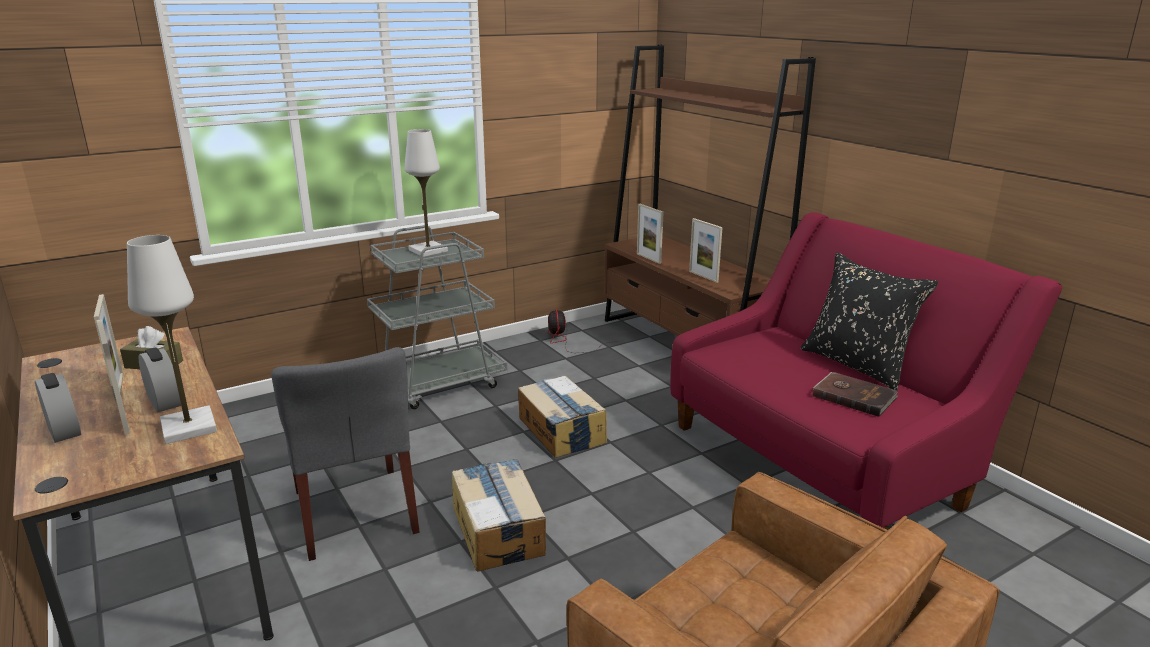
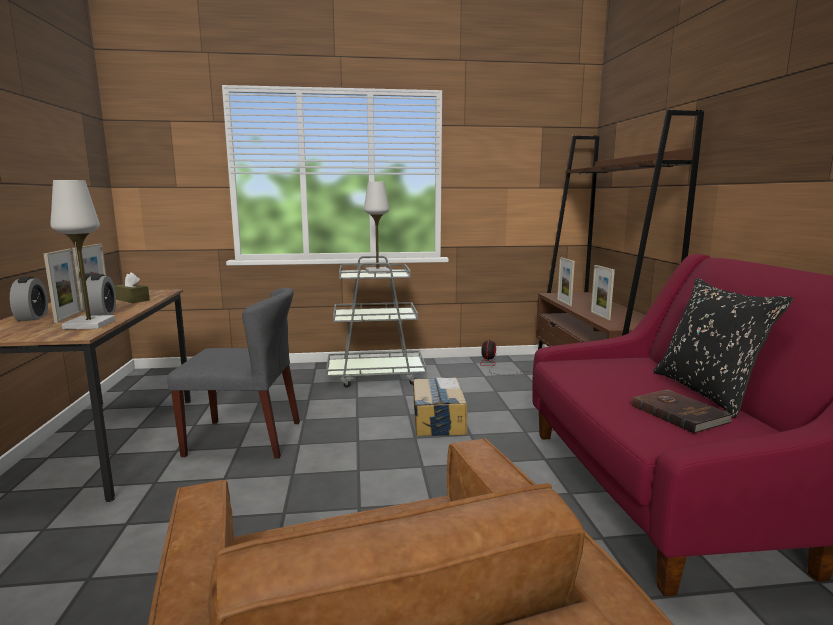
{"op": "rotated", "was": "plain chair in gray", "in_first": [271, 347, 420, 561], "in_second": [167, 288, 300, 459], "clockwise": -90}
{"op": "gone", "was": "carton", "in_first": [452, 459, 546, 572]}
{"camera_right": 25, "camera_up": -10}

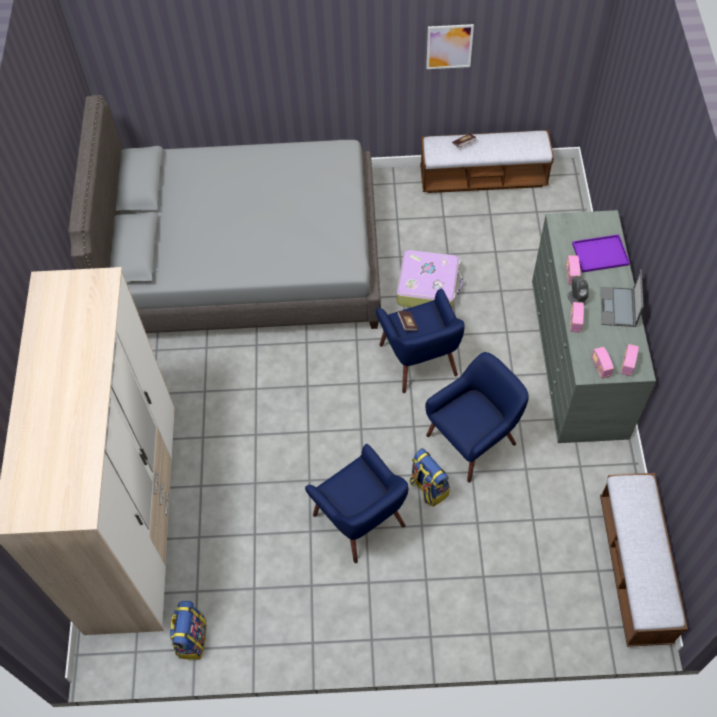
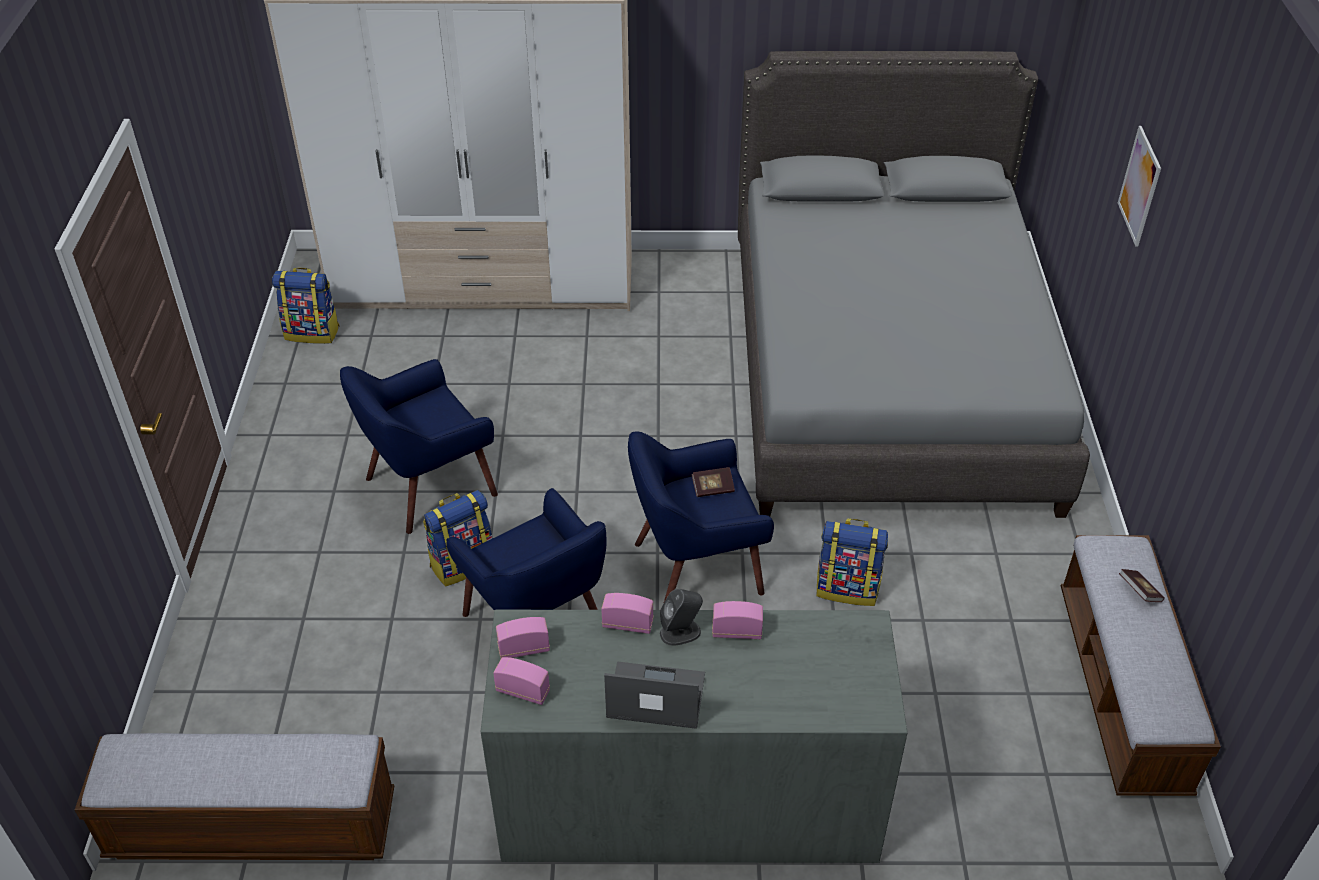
{"op": "swapped", "was": "travel case", "now": "knapsack", "in_first": [397, 250, 464, 309], "in_second": [817, 518, 888, 606]}
{"op": "shifted", "was": "wall picture", "in_first": [426, 24, 474, 69], "in_second": [1118, 126, 1161, 247]}
{"op": "gone", "was": "carrying tray in purple", "in_first": [572, 234, 630, 273]}
{"camera_right": 90, "camera_up": -15}

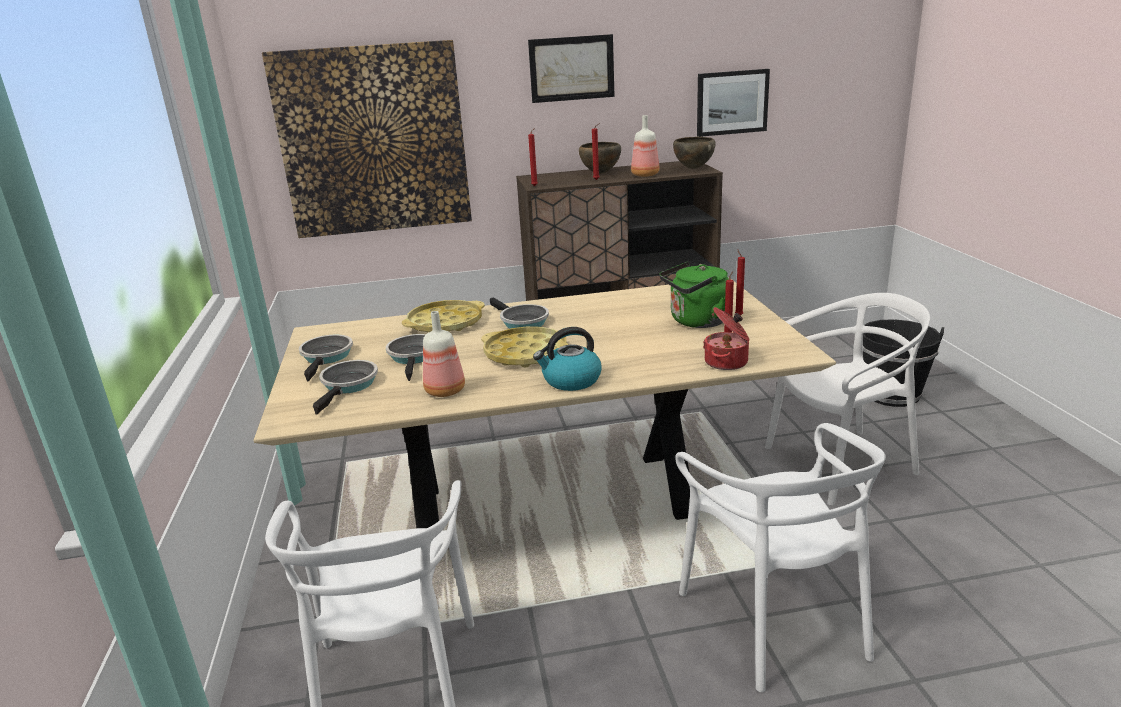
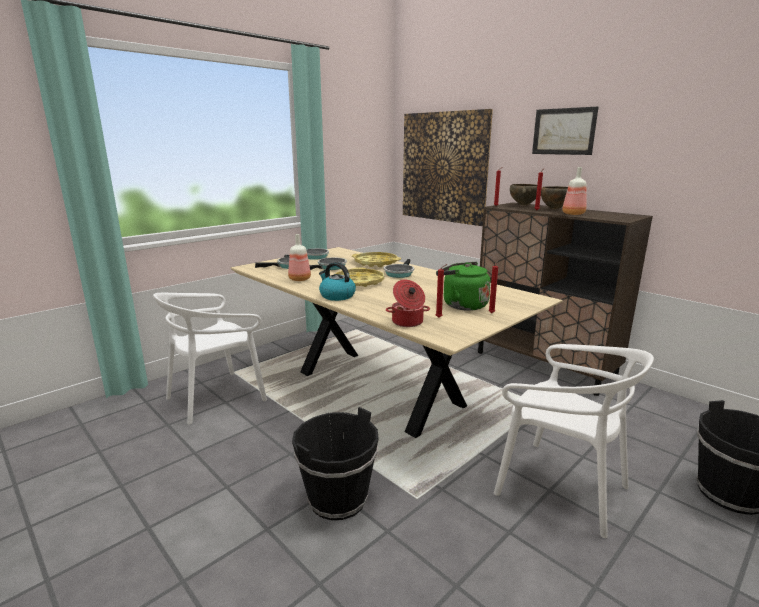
{"op": "shifted", "was": "serving bowl in brownish", "in_first": [673, 137, 716, 169], "in_second": [510, 184, 537, 206]}
{"op": "swapped", "was": "plain chair in whitish", "now": "pail in black-coloured", "in_first": [675, 423, 886, 692], "in_second": [292, 407, 379, 520]}
{"op": "gone", "was": "wall picture", "in_first": [697, 69, 770, 137]}
{"camera_right": 55, "camera_up": -5}

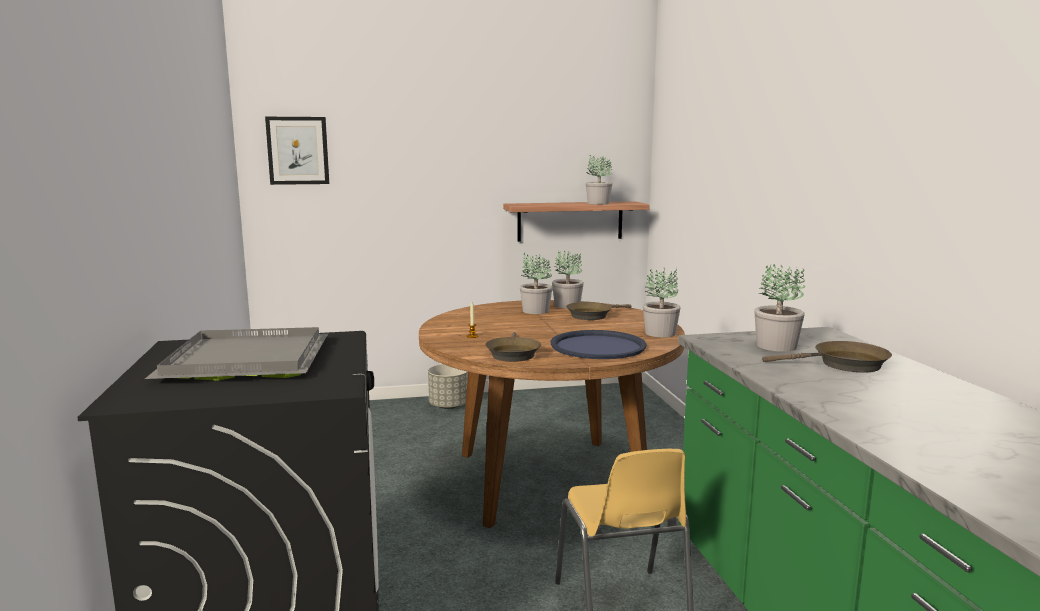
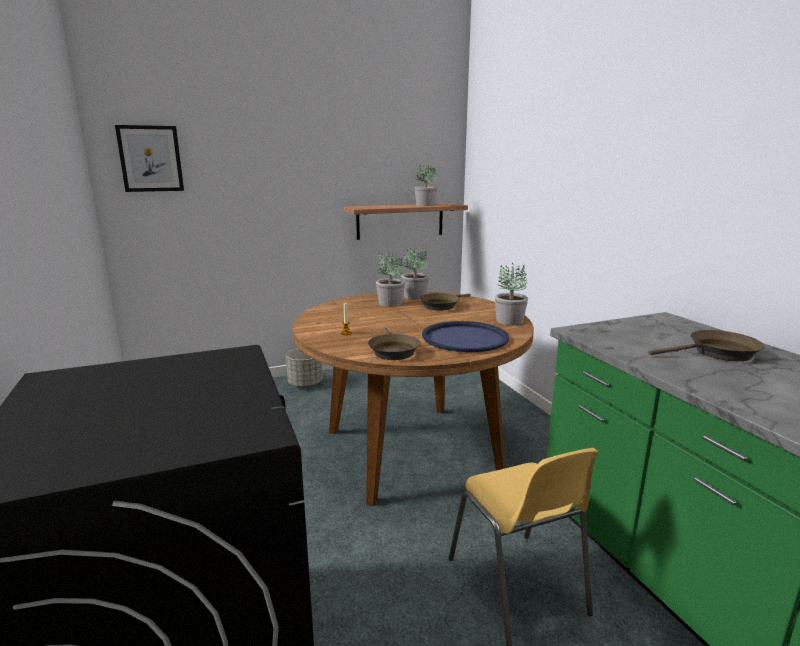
{"op": "gone", "was": "carrying tray in gray", "in_first": [145, 327, 328, 381]}
{"op": "gone", "was": "plant in a pot", "in_first": [754, 263, 805, 352]}
{"camera_right": -10, "camera_up": 5}

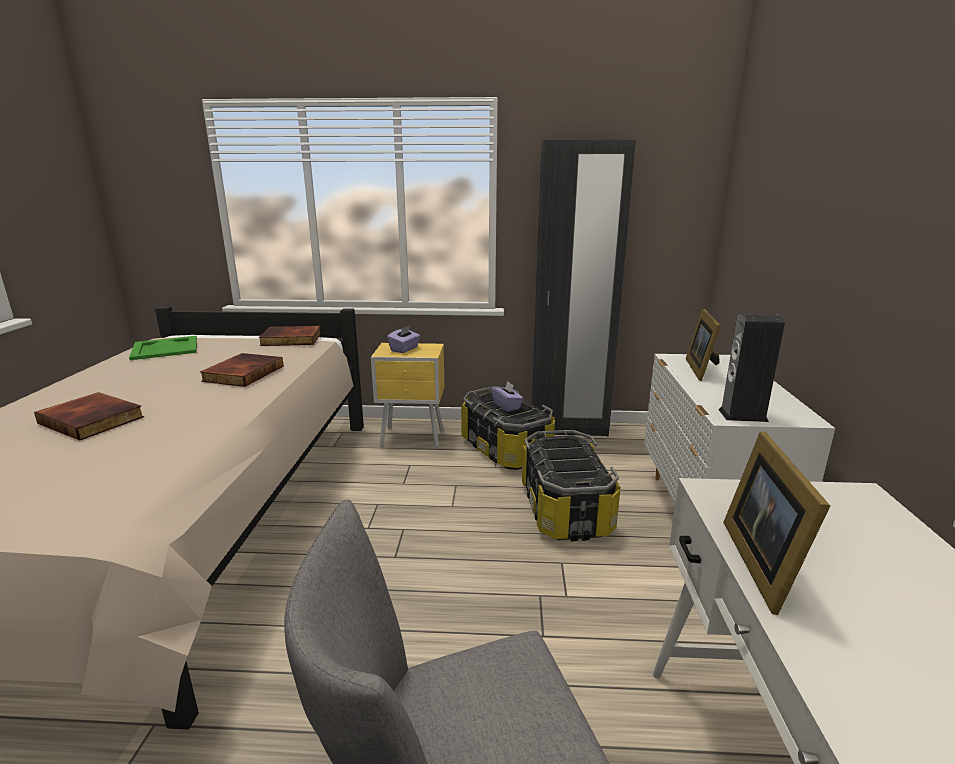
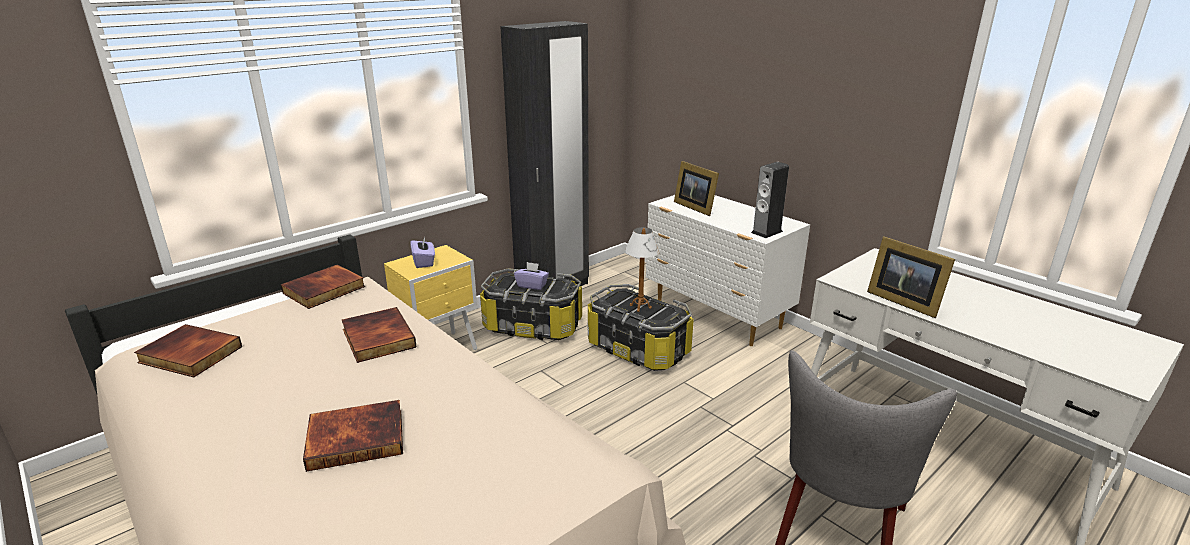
{"op": "swapped", "was": "carrying tray in green-coloured", "now": "bound book", "in_first": [129, 336, 197, 360], "in_second": [134, 324, 242, 377]}
{"op": "new", "now": "tabletop lamp", "in_second": [625, 227, 660, 312]}
{"camera_right": -45, "camera_up": 5}

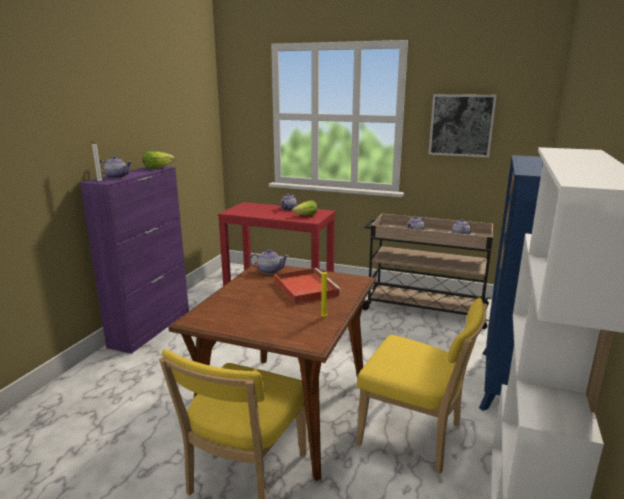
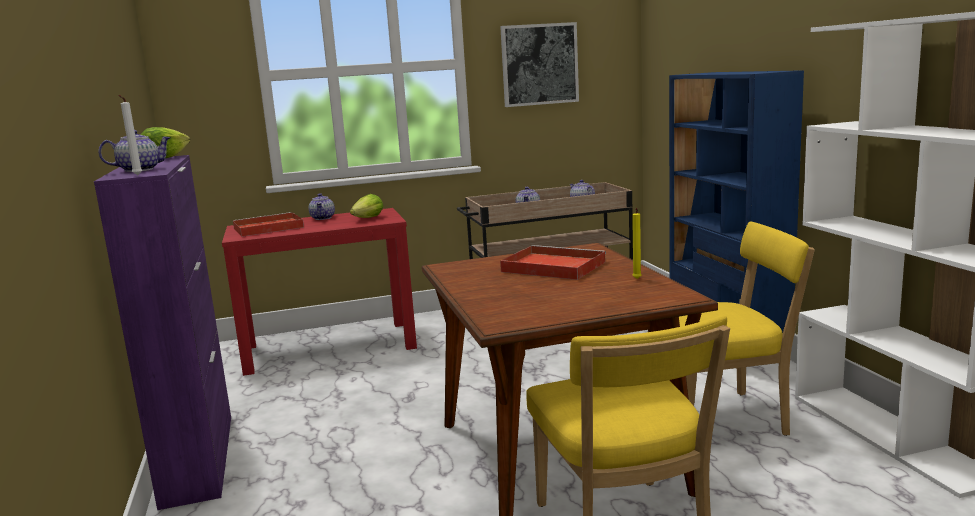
{"op": "gone", "was": "tea pot", "in_first": [250, 249, 289, 274]}
{"op": "new", "now": "carrying tray in reddish", "in_second": [233, 212, 304, 237]}
{"camera_right": -35, "camera_up": -5}

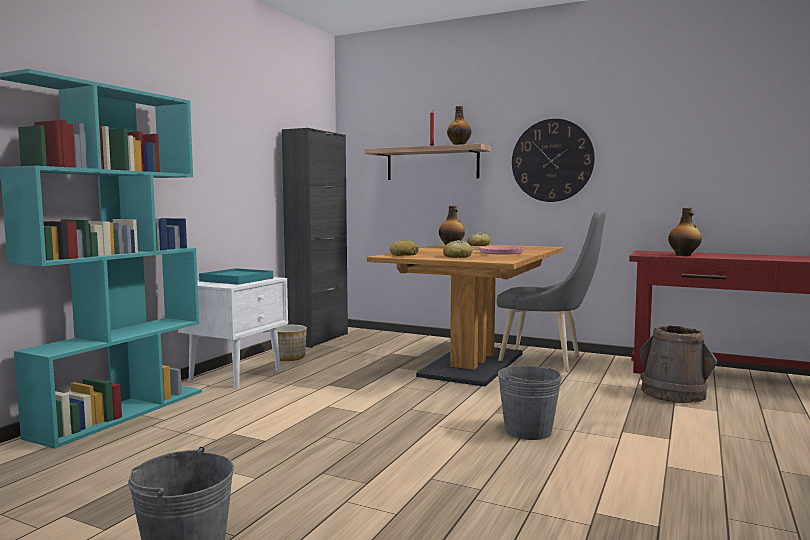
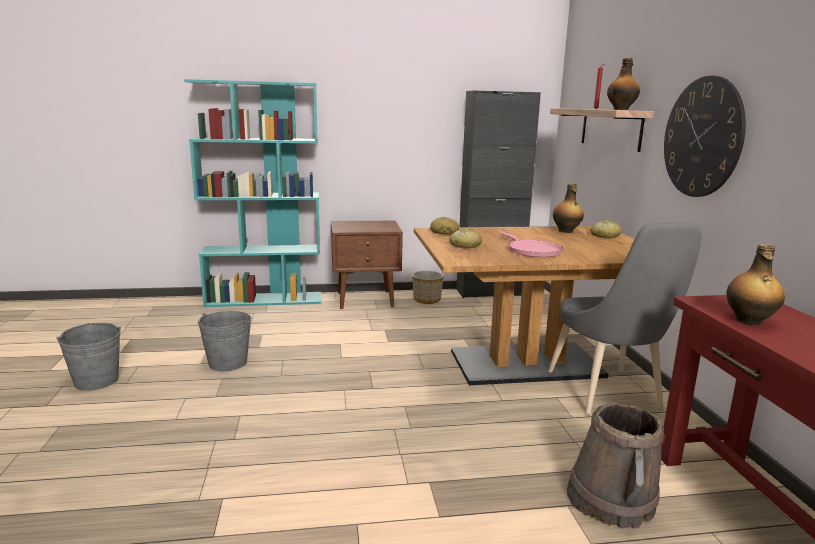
{"op": "repainted", "was": "nightstand in whitish", "now": "nightstand in brownish", "in_first": [178, 277, 288, 388], "in_second": [331, 221, 403, 309]}
{"op": "gone", "was": "carrying tray in turquoise", "in_first": [199, 268, 273, 285]}
{"op": "shifted", "was": "pail in gray", "in_first": [498, 365, 562, 440], "in_second": [198, 311, 251, 371]}
{"camera_right": 55, "camera_up": 10}

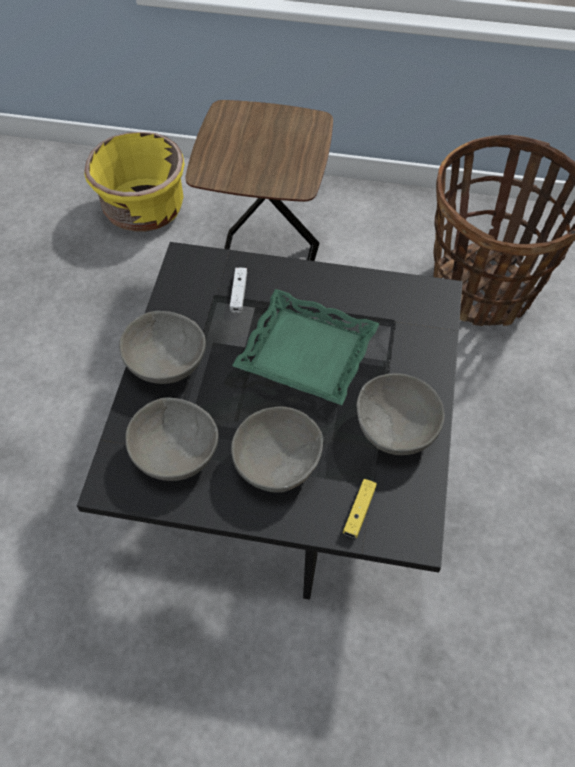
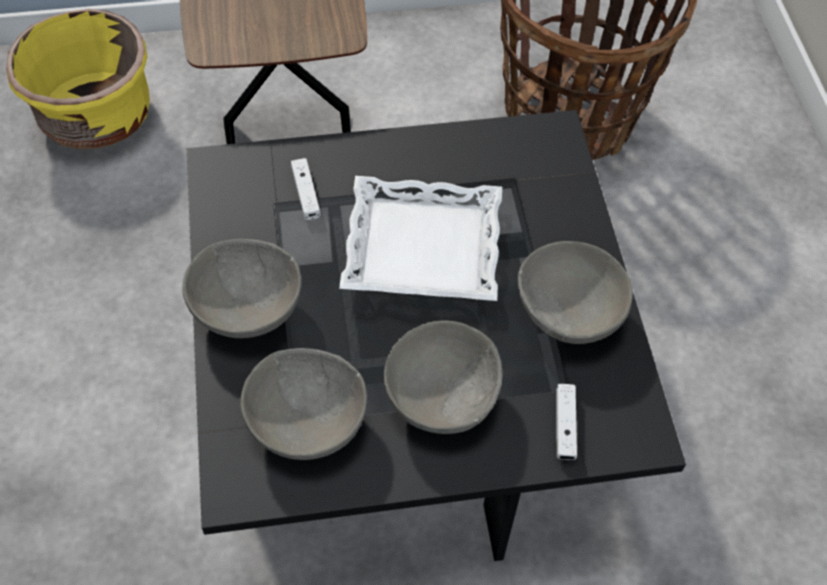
{"op": "repainted", "was": "carrying tray in green-coloured", "now": "carrying tray in whitish", "in_first": [232, 289, 380, 405], "in_second": [339, 176, 502, 301]}
{"op": "repainted", "was": "joypad in yellow", "now": "joypad in whitish", "in_first": [343, 479, 377, 538], "in_second": [556, 384, 577, 460]}
{"camera_right": -20, "camera_up": 0}

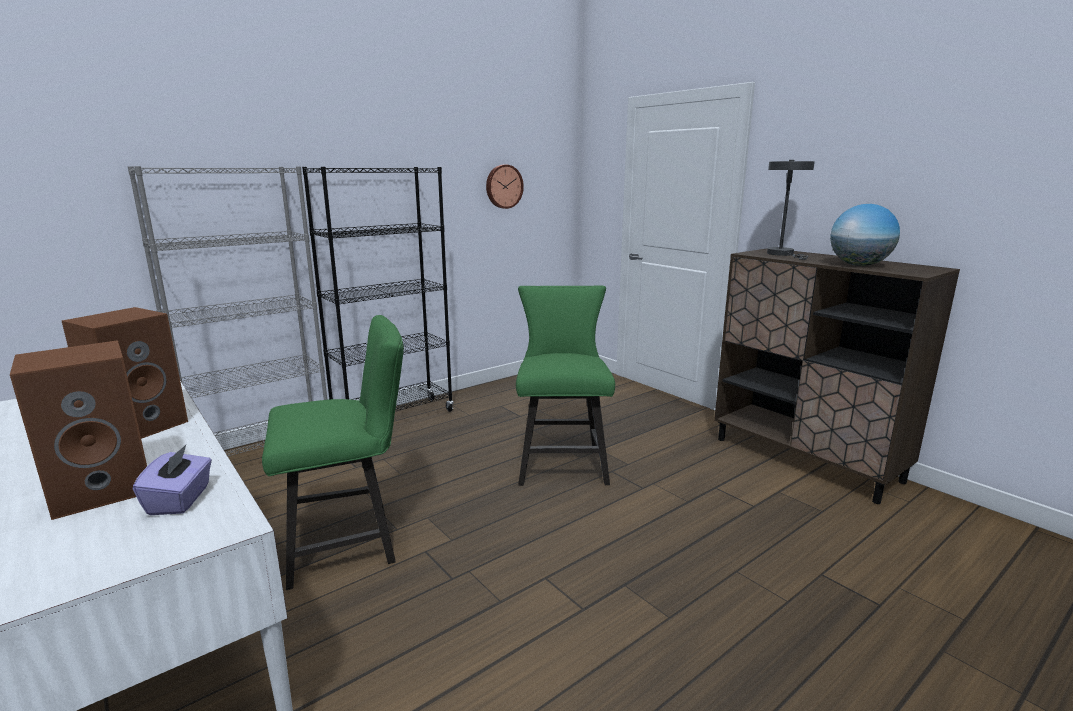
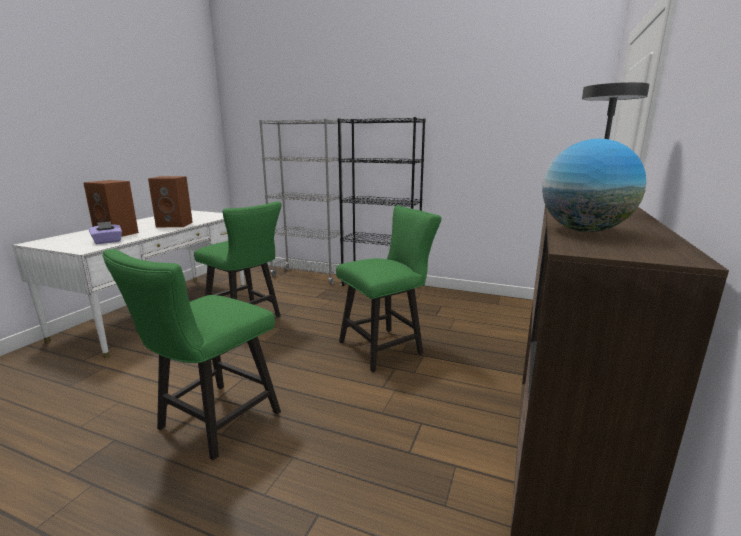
{"op": "gone", "was": "hanging clock", "in_first": [486, 165, 524, 209]}
{"op": "new", "now": "plain chair in green-coloured", "in_second": [102, 249, 281, 460]}
{"camera_right": 60, "camera_up": 0}

